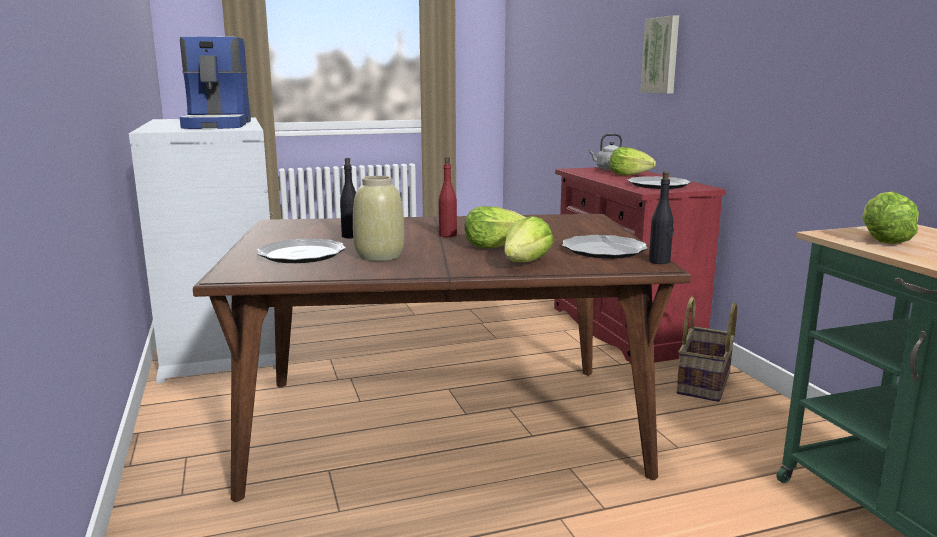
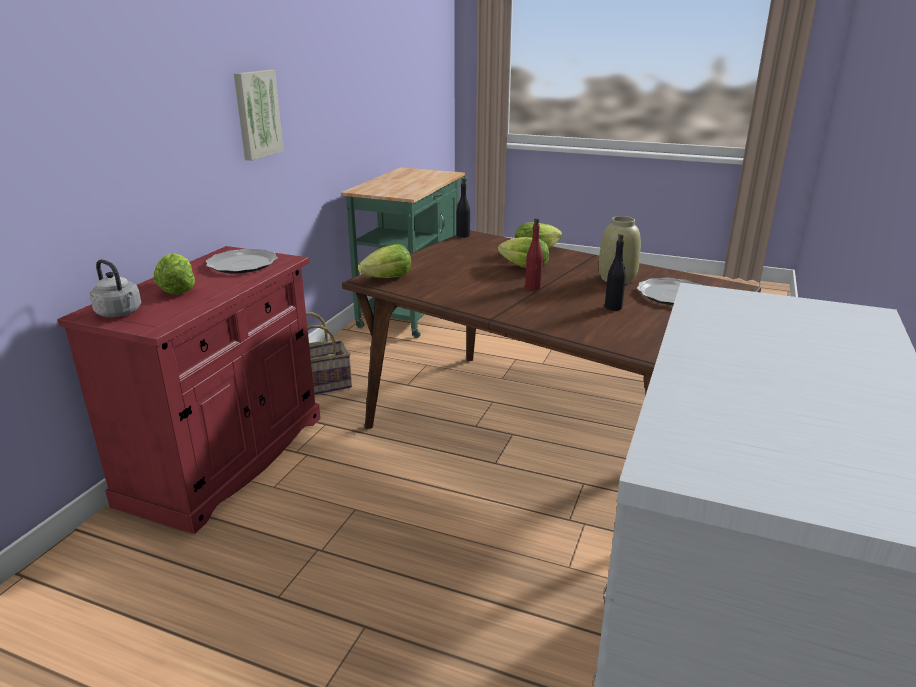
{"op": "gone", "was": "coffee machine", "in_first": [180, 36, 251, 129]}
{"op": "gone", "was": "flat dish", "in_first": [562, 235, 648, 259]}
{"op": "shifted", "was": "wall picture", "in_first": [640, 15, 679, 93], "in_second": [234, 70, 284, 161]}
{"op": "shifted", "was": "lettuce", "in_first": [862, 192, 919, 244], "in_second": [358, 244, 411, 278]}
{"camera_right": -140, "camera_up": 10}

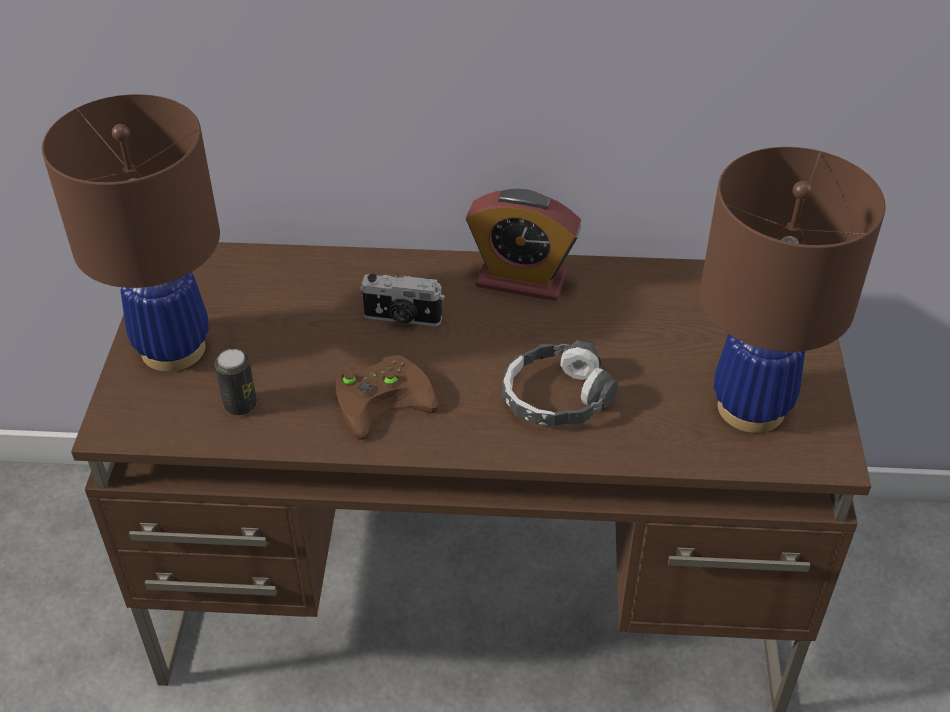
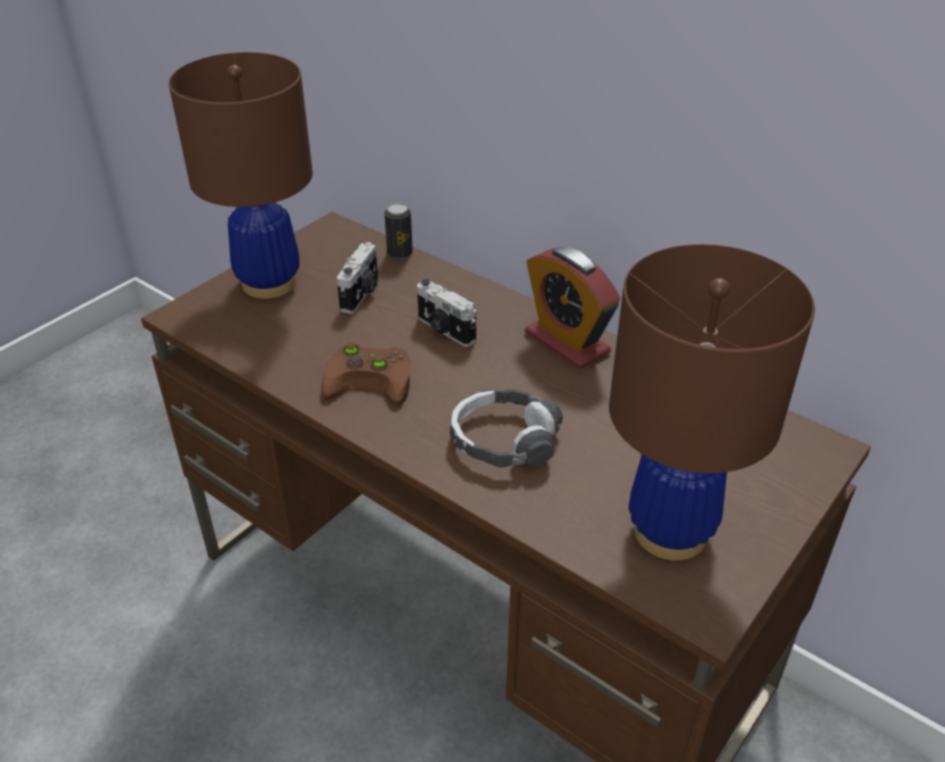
{"op": "shifted", "was": "sealed can", "in_first": [215, 349, 257, 415], "in_second": [384, 204, 413, 259]}
{"op": "new", "now": "still camera", "in_second": [336, 242, 378, 314]}
{"camera_right": 35, "camera_up": -5}

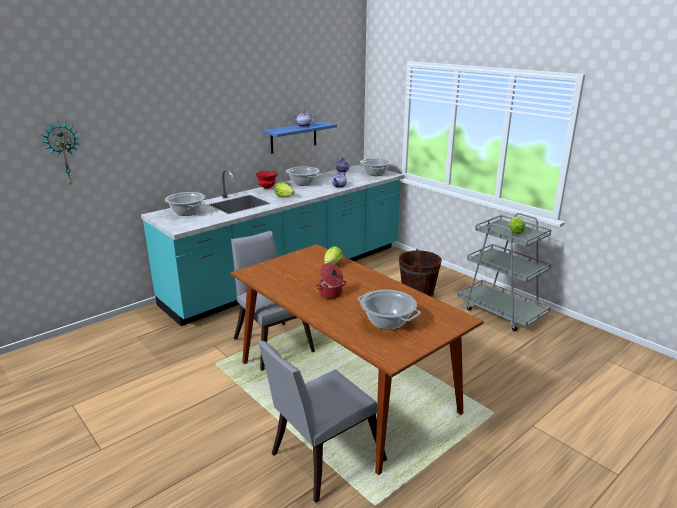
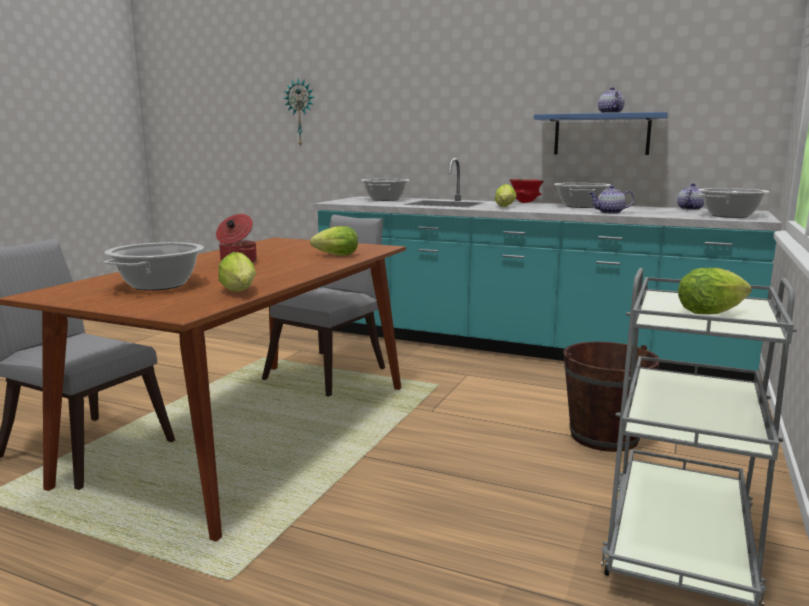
{"op": "new", "now": "lettuce", "in_second": [218, 252, 256, 292]}
{"camera_right": 65, "camera_up": -10}

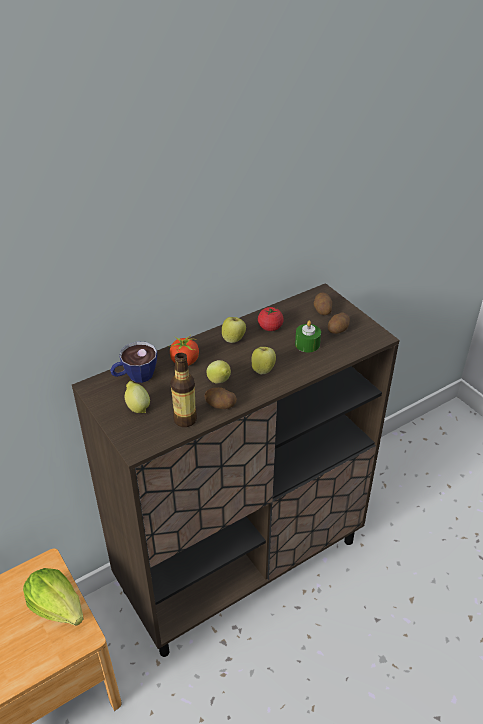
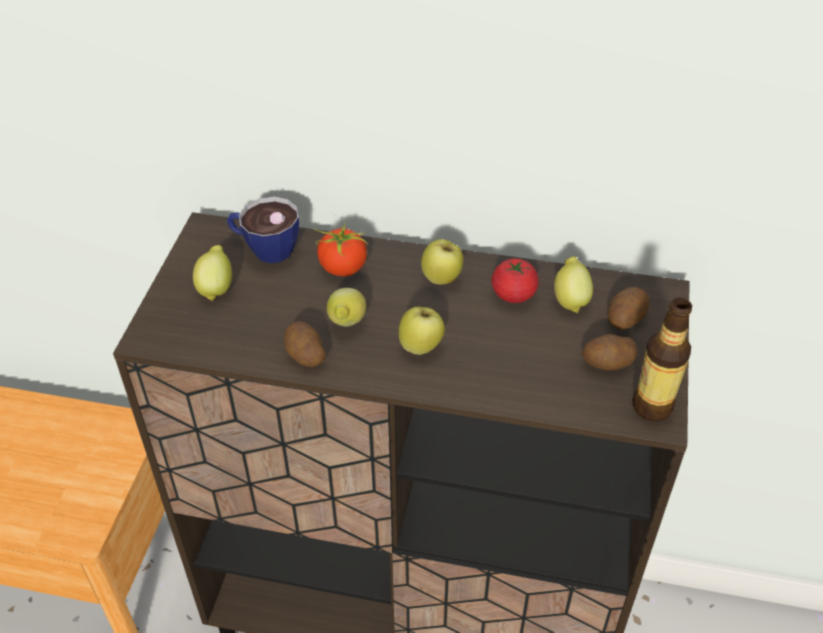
{"op": "gone", "was": "lettuce", "in_first": [23, 568, 84, 626]}
{"op": "shifted", "was": "beverage bottle", "in_first": [170, 353, 197, 427], "in_second": [632, 297, 692, 421]}
{"op": "gone", "was": "candle in green-coloured", "in_first": [295, 320, 321, 353]}
{"op": "new", "now": "whole lemon", "in_second": [554, 256, 593, 313]}
{"camera_right": 45, "camera_up": 5}

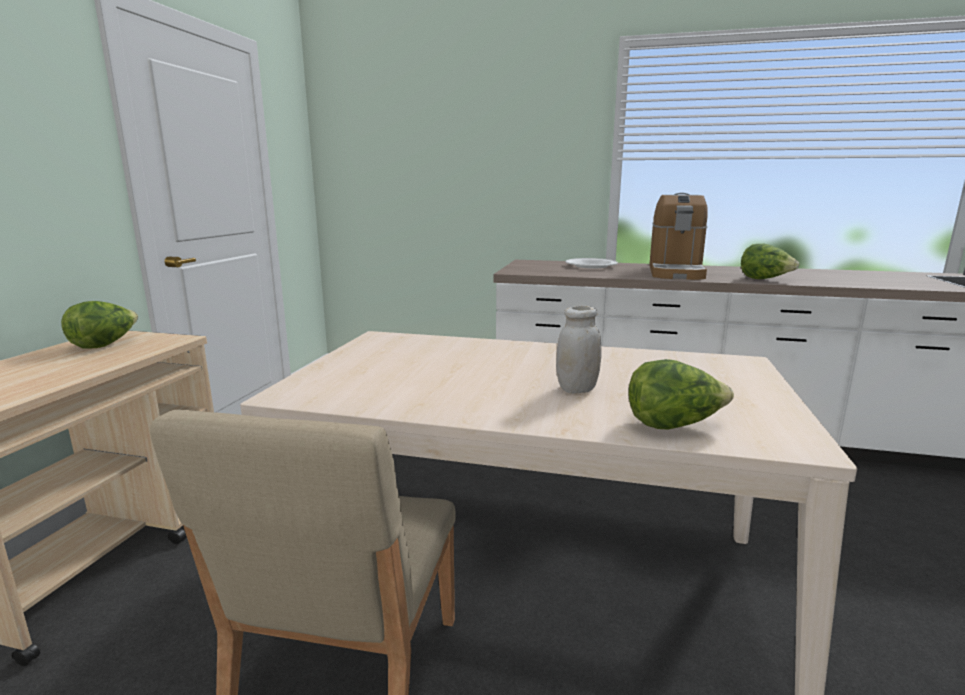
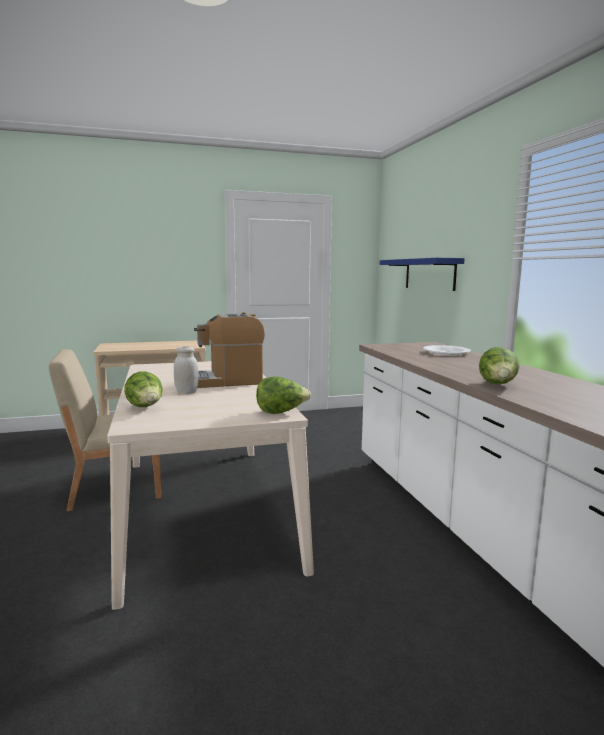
{"op": "shifted", "was": "lettuce", "in_first": [61, 301, 138, 349], "in_second": [256, 376, 311, 414]}
{"op": "shifted", "was": "coffee machine", "in_first": [649, 193, 708, 280], "in_second": [194, 313, 265, 388]}
{"op": "new", "now": "shelf in blue-coloured", "in_second": [380, 258, 465, 291]}
{"camera_right": 60, "camera_up": -5}

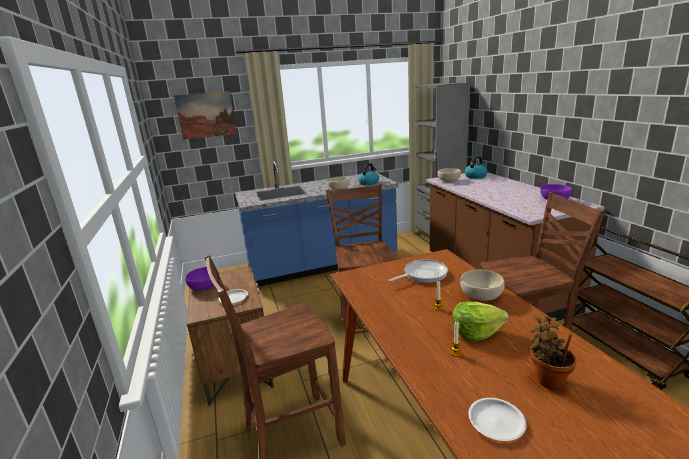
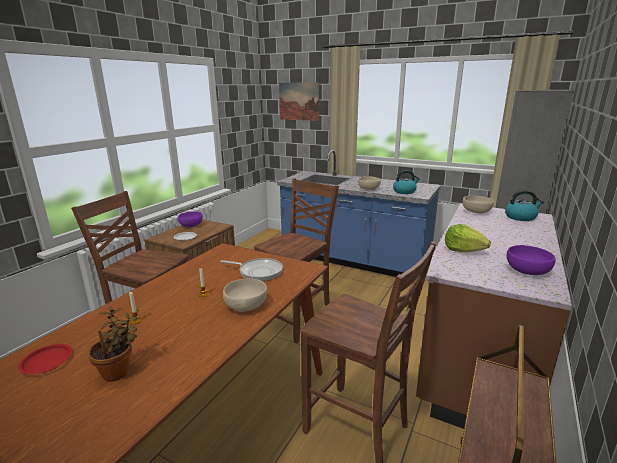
{"op": "shifted", "was": "lettuce", "in_first": [452, 302, 509, 341], "in_second": [445, 224, 491, 252]}
{"op": "repainted", "was": "flat dish in whitish", "now": "flat dish in reddish", "in_first": [468, 398, 527, 441], "in_second": [18, 344, 73, 374]}
{"camera_right": 45, "camera_up": 0}

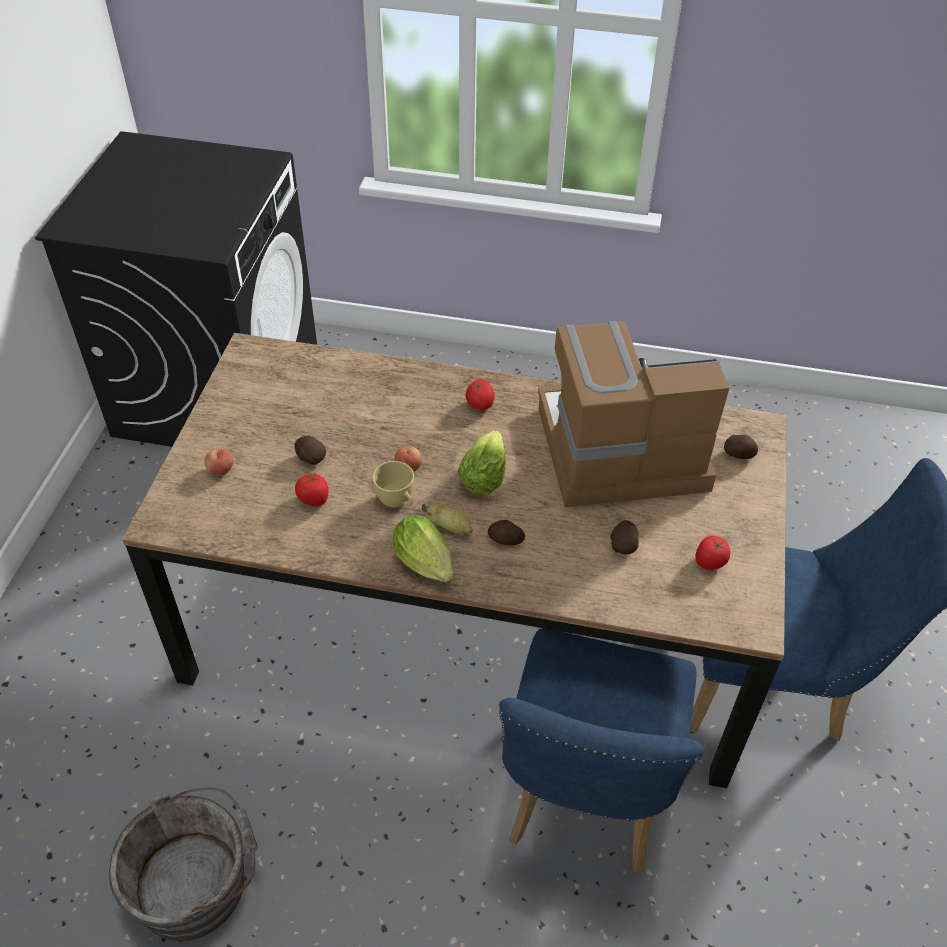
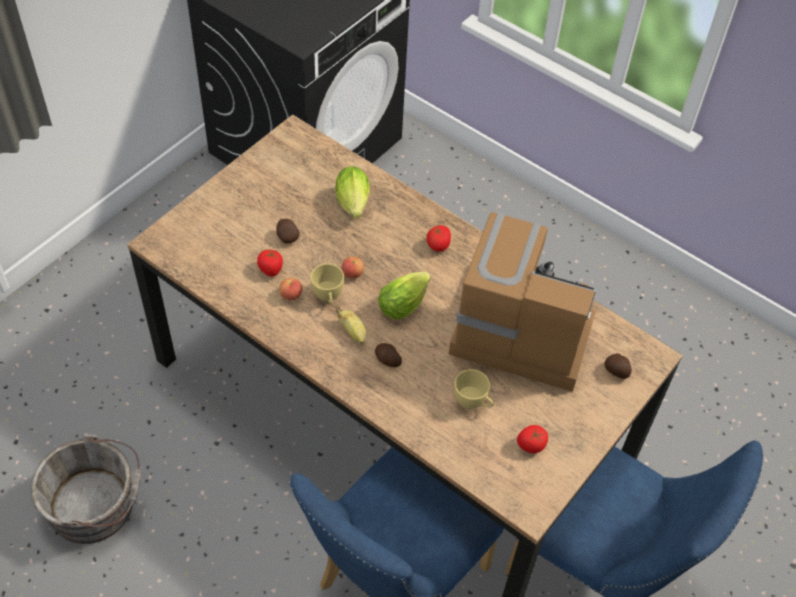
{"op": "shifted", "was": "apple fruit", "in_first": [205, 448, 233, 475], "in_second": [279, 278, 302, 300]}
{"op": "shifted", "was": "lettuce", "in_first": [393, 515, 453, 582], "in_second": [335, 166, 370, 218]}
{"op": "swapped", "was": "potato", "now": "cup in yellow", "in_first": [611, 520, 639, 554], "in_second": [454, 369, 494, 409]}
{"camera_right": 25, "camera_up": 5}

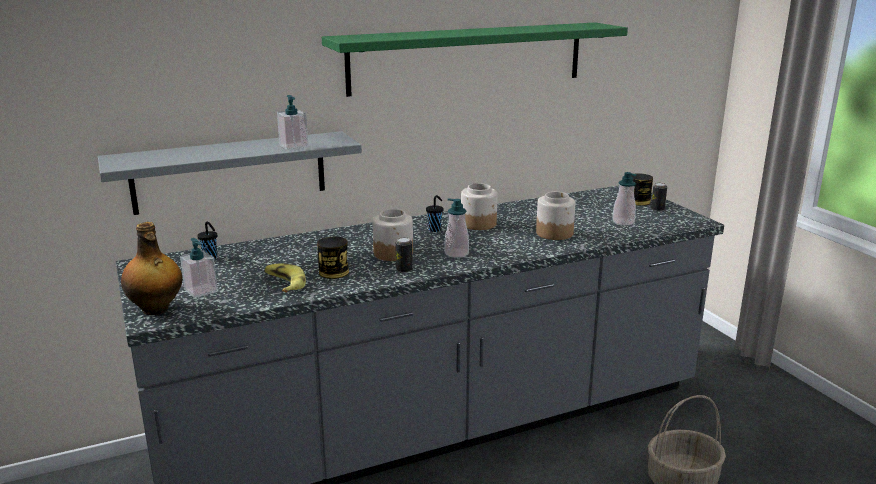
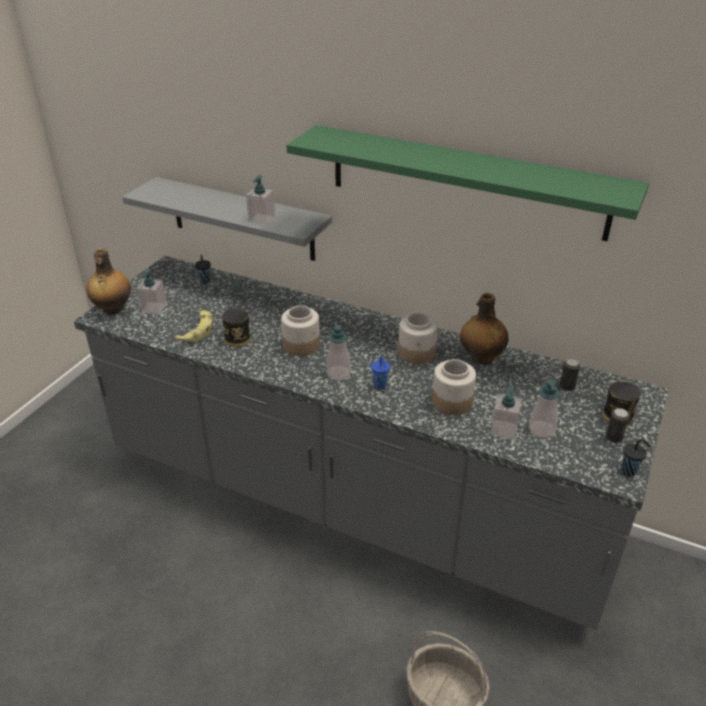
{"op": "shifted", "was": "sealed can", "in_first": [396, 237, 413, 273], "in_second": [559, 359, 580, 391]}
{"op": "shifted", "was": "cup in black-coloured", "in_first": [426, 195, 443, 232], "in_second": [621, 439, 650, 477]}
{"op": "new", "now": "cup in blue-coloured", "in_second": [371, 356, 390, 390]}
{"op": "new", "now": "beverage bottle", "in_second": [460, 293, 509, 365]}
{"op": "new", "now": "liquid soap bottle", "in_second": [490, 385, 522, 440]}
{"camera_right": 50, "camera_up": 15}

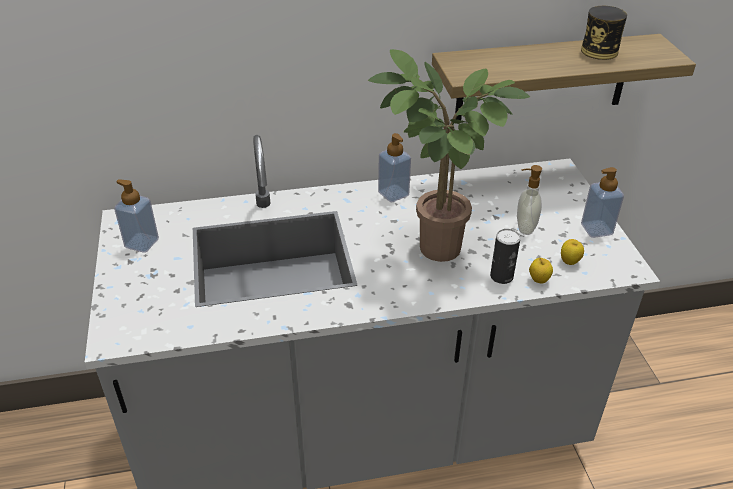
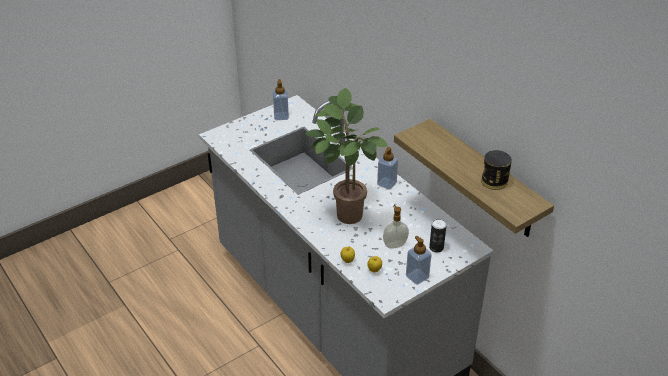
{"op": "shifted", "was": "sealed can", "in_first": [490, 229, 520, 284], "in_second": [429, 219, 447, 253]}
{"camera_right": 65, "camera_up": 0}

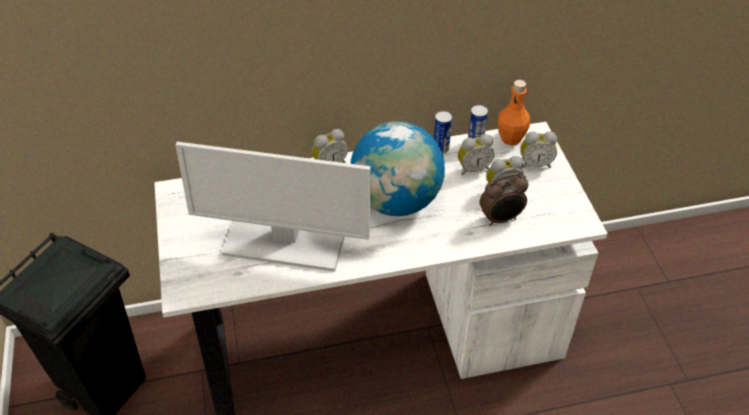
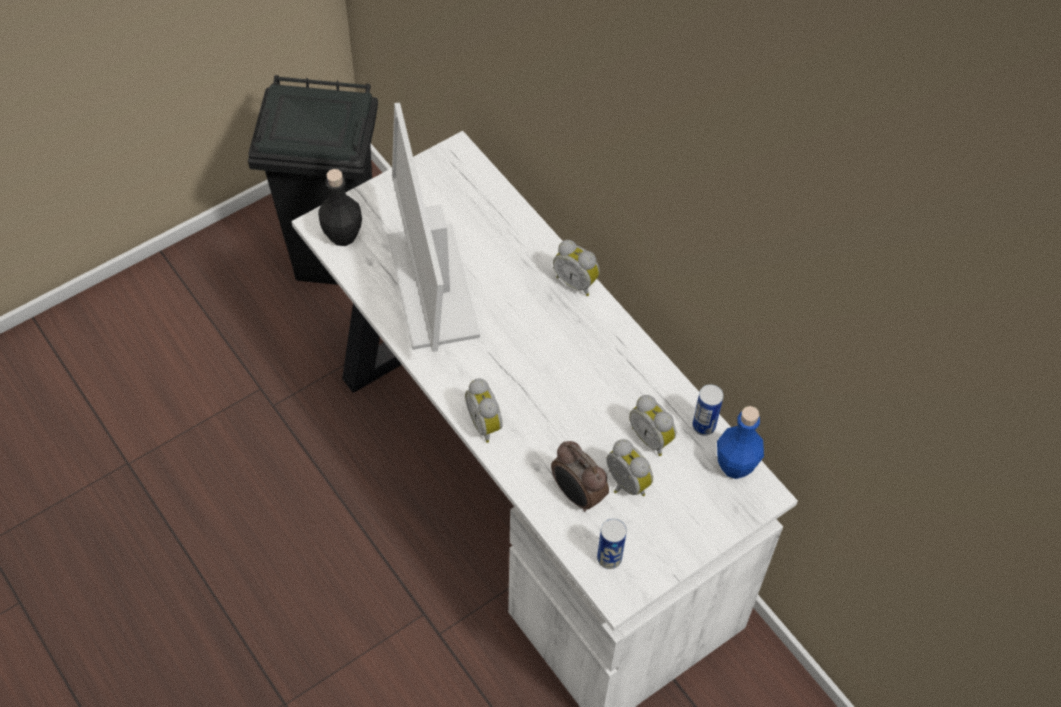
{"op": "gone", "was": "globe", "in_first": [351, 121, 445, 216]}
{"op": "shifted", "was": "sealed can", "in_first": [434, 111, 452, 154], "in_second": [597, 519, 627, 569]}
{"op": "repainted", "was": "beverage bottle in orange", "now": "beverage bottle in blue-coloured", "in_first": [498, 80, 530, 145], "in_second": [717, 406, 764, 479]}
{"op": "shifted", "was": "alarm clock", "in_first": [521, 131, 557, 168], "in_second": [465, 378, 503, 443]}
{"op": "new", "now": "beverage bottle in black-coloured", "in_second": [318, 169, 362, 246]}
{"camera_right": 65, "camera_up": 10}

